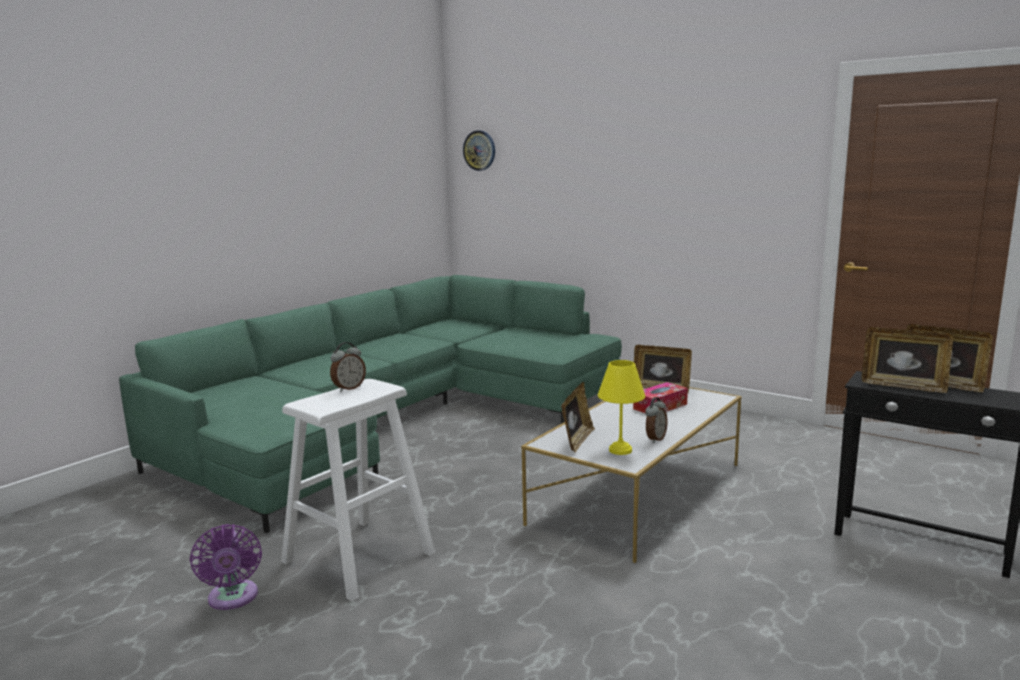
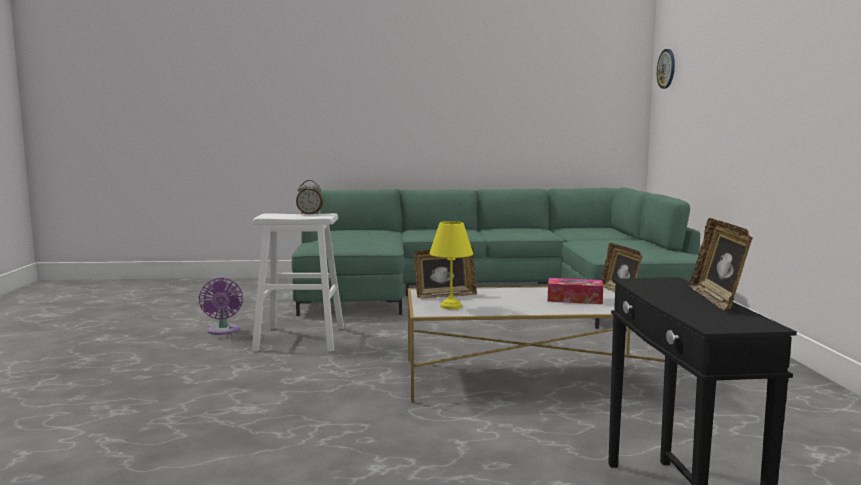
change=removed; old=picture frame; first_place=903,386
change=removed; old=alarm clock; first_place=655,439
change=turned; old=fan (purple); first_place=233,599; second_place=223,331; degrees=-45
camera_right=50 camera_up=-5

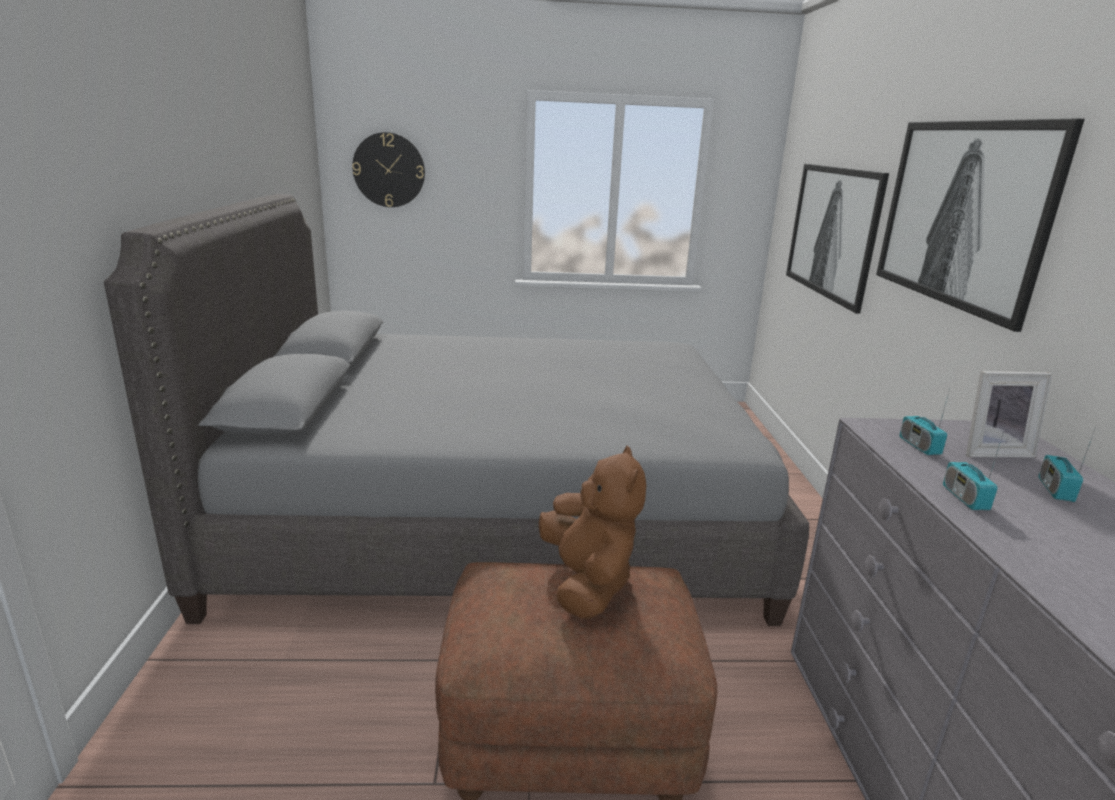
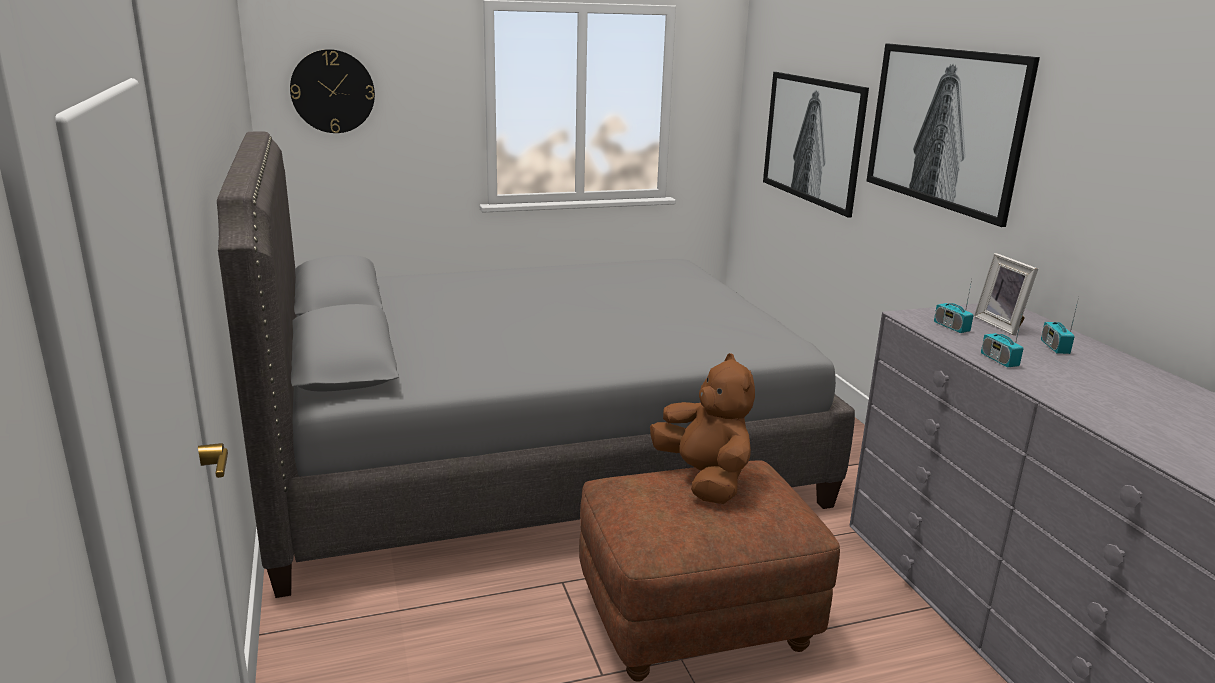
change=turned; old=picture frame; first_place=991,451; second_place=1002,325; degrees=90
camera_right=-15 camera_up=0

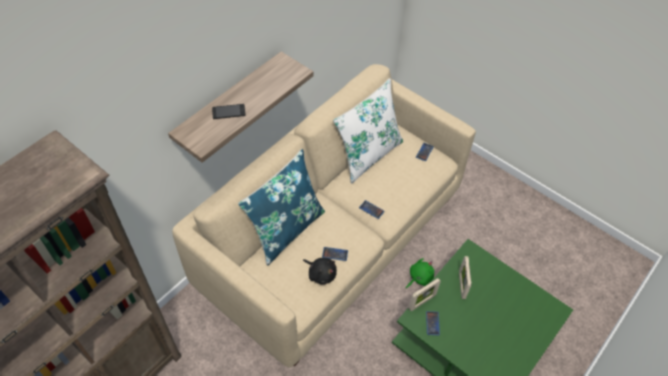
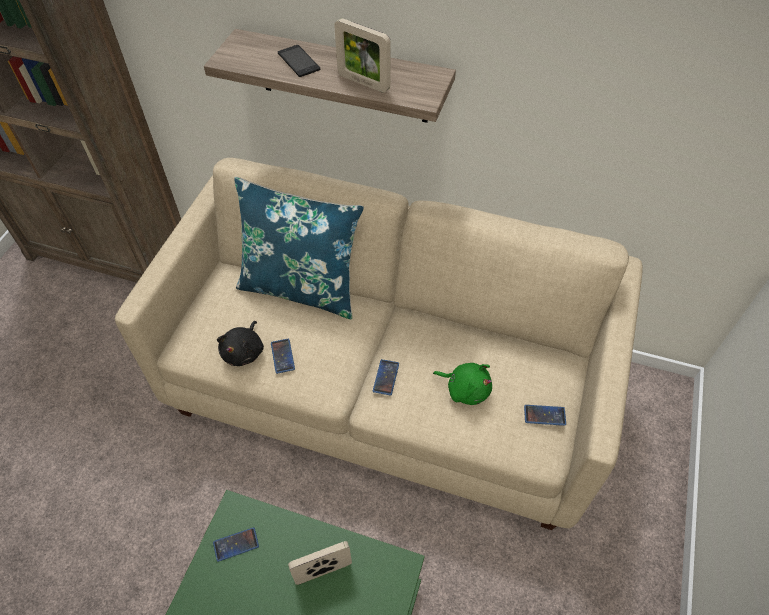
change=removed; old=pillow (white); first_place=368,154
change=moved; old=plush toy (green); first_place=419,278; second_place=465,389
change=moved; old=picture frame; first_place=422,302; second_place=363,82
camera_right=70 camera_up=0

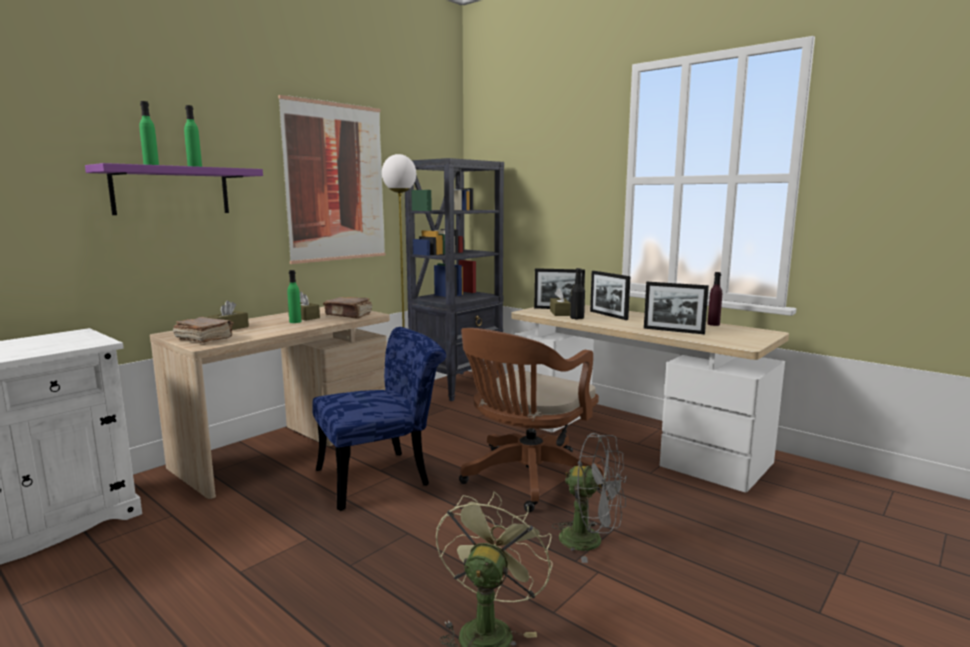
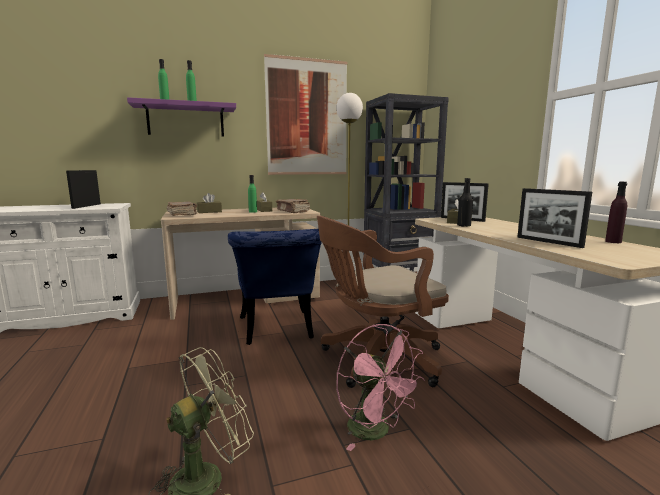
change=moved; old=picture frame; first_place=608,315; second_place=86,206
change=turned; old=chair (blue); first_place=383,477; second_place=277,331; degrees=75
change=recoloured; old=fan (grey); new=fan (pink); first_place=590,541; second_place=376,432
camera_right=30 camera_up=0

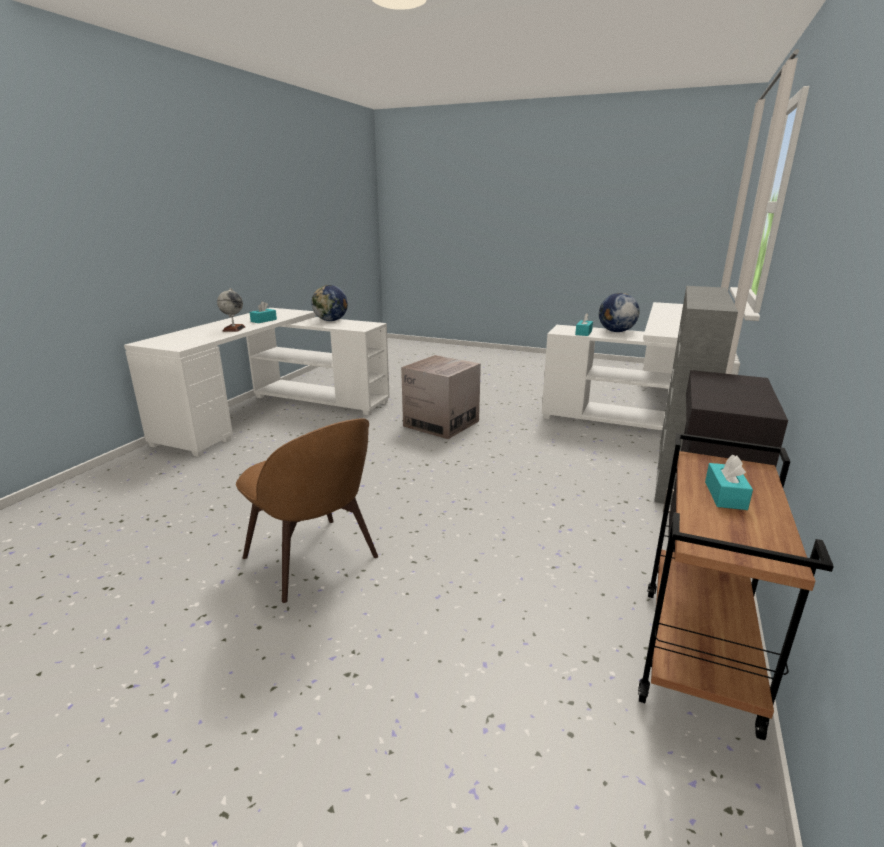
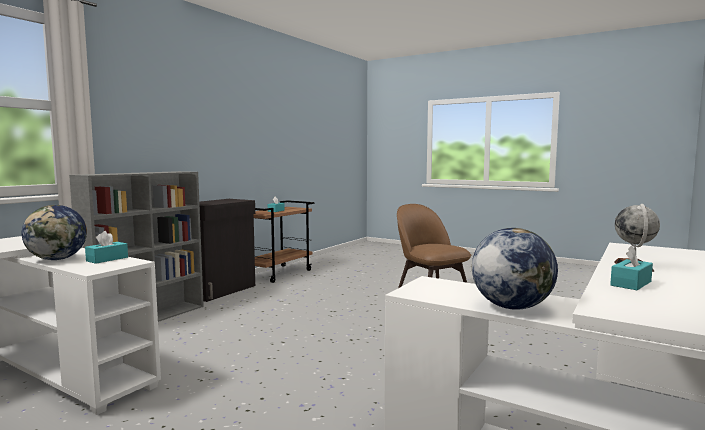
change=removed; old=cardboard box; first_place=441,423
camera_right=-170 camera_up=-15

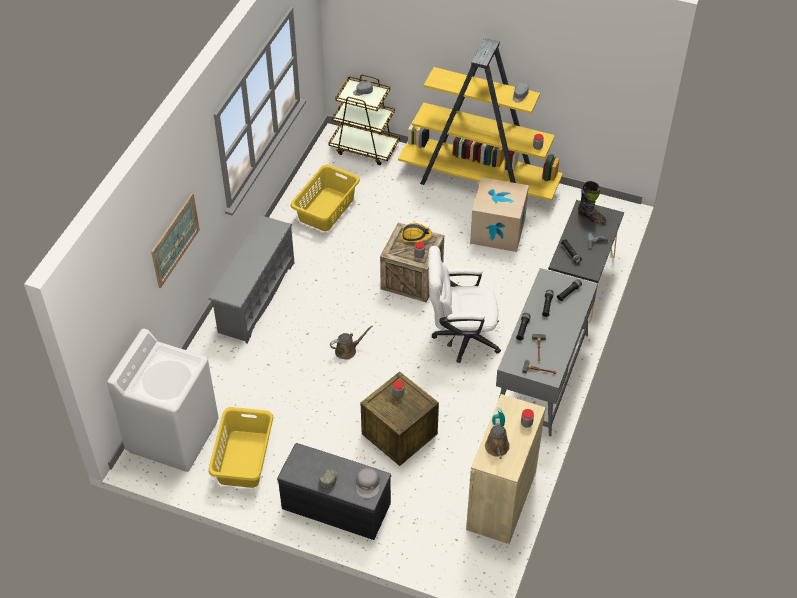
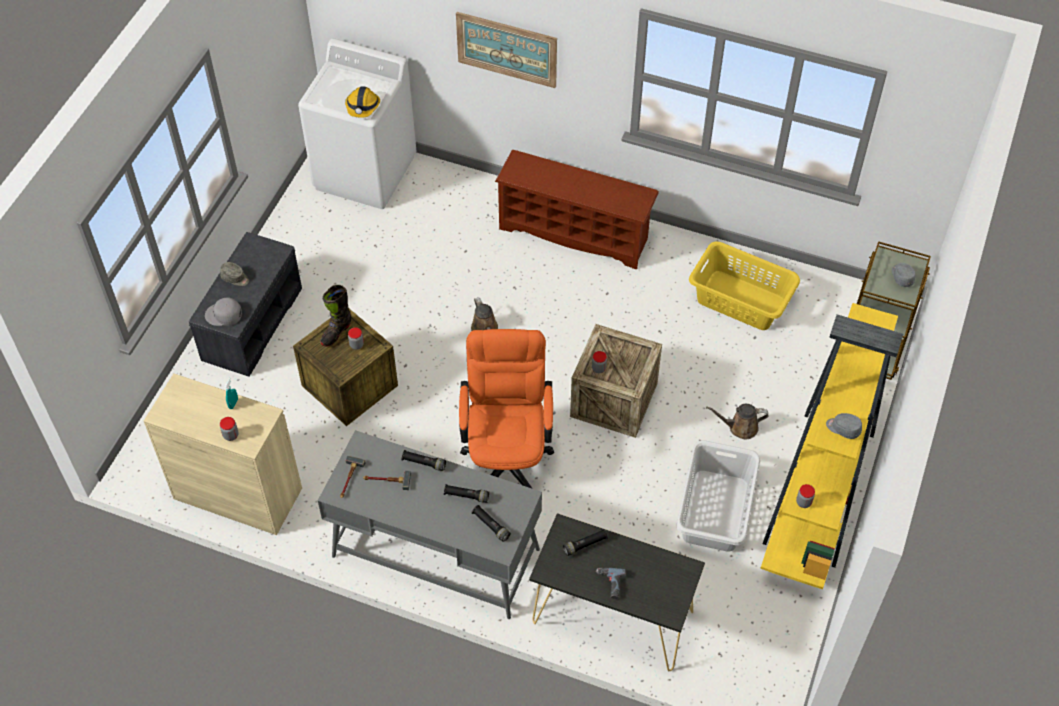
change=replaced; old=cardboard box; new=laundry basket (grey); first_place=497,231; second_place=716,510
change=moved; old=boot (black); first_place=591,217; second_place=336,332
change=recoloured; old=shoe rack (grey); new=shoe rack (brown); first_place=255,297; second_place=575,233
change=moved; old=hard hat; first_place=415,236; second_place=363,107
change=recoloured; old=office chair (white); new=office chair (orange); first_place=460,337; second_place=507,456
change=removed; old=laundry basket (yellow); first_place=243,459
change=moved; old=watering can (brown); first_place=497,448; second_place=740,427
camera_right=90 camera_up=5

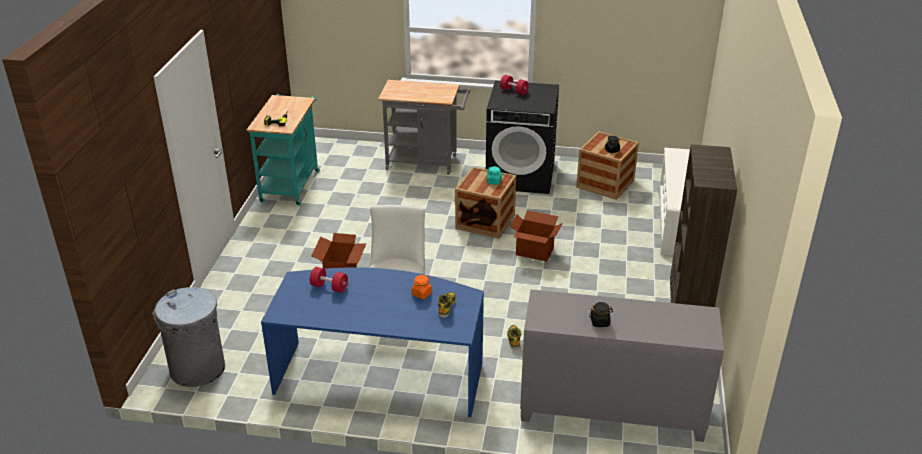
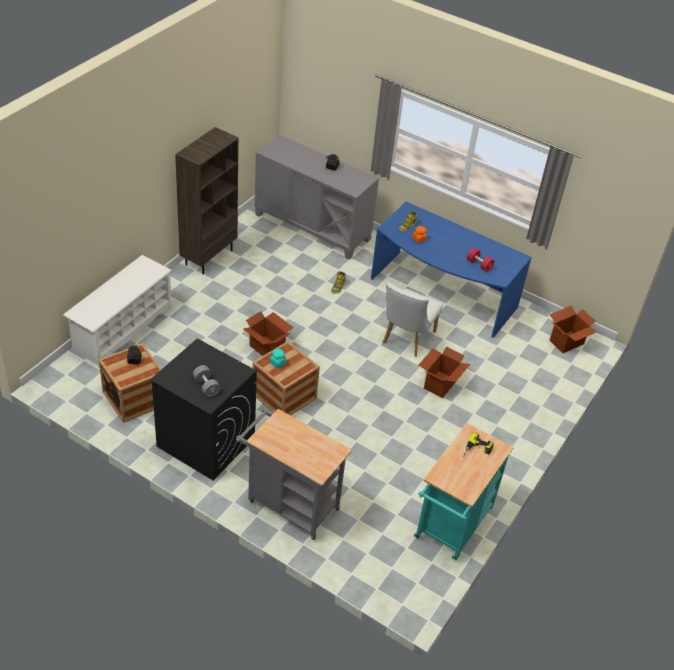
change=recoloured; old=dumbbell (red); new=dumbbell (grey); first_place=514,91; second_place=206,386
change=replaced; old=trash can (grey); new=cardboard box; first_place=197,369; second_place=567,342
camera_right=-160 camera_up=10

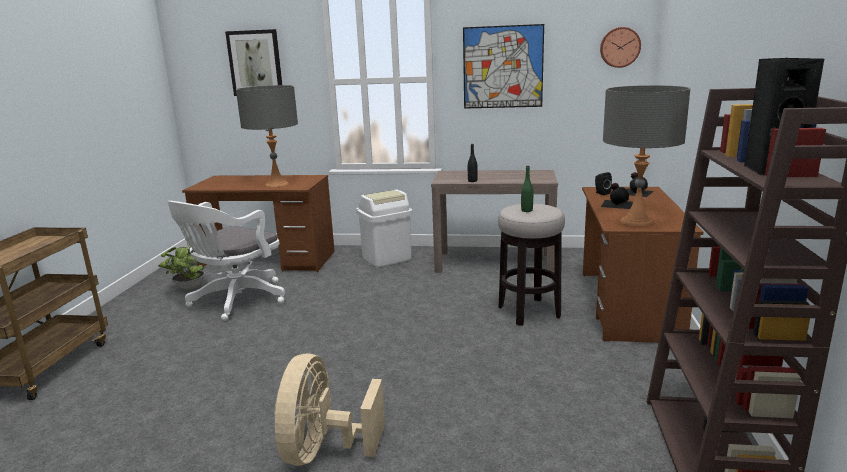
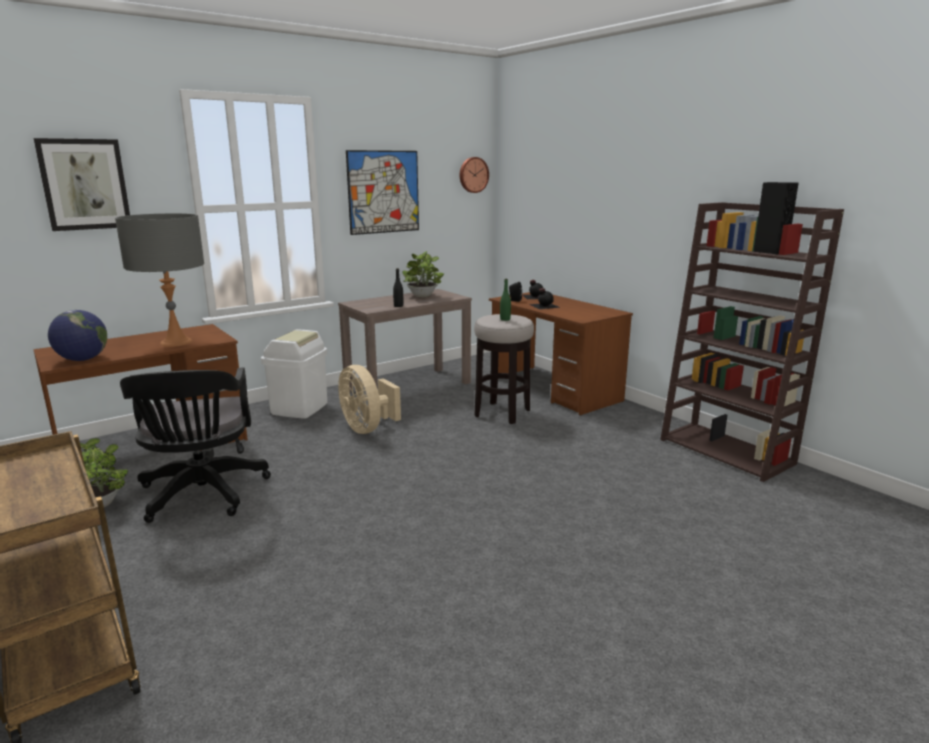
change=removed; old=table lamp (grey); first_place=636,221
change=recoloured; old=office chair (white); new=office chair (black); first_place=235,301; second_place=202,496
change=moved; old=fan (beige); first_place=324,451; second_place=367,428
change=added; new=potted plant; second_place=423,296
change=added; new=globe; second_place=83,359
camera_right=-45 camera_up=0

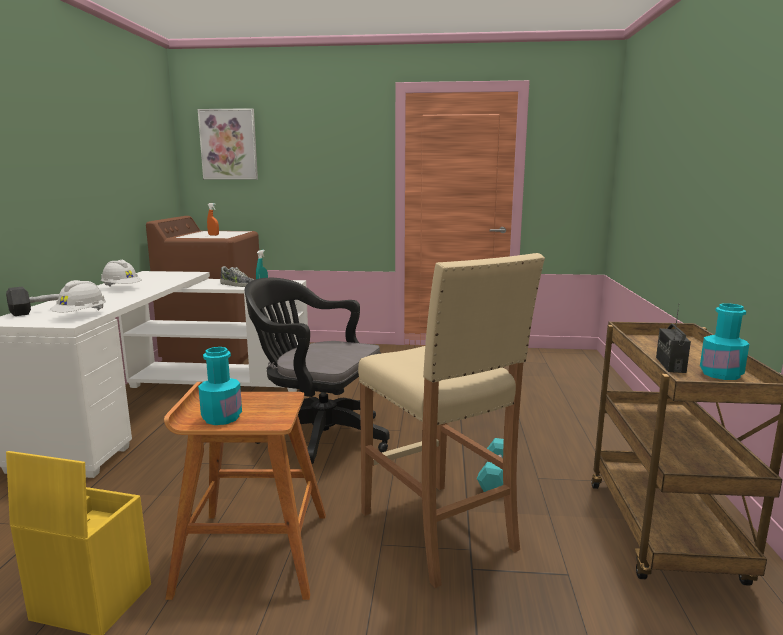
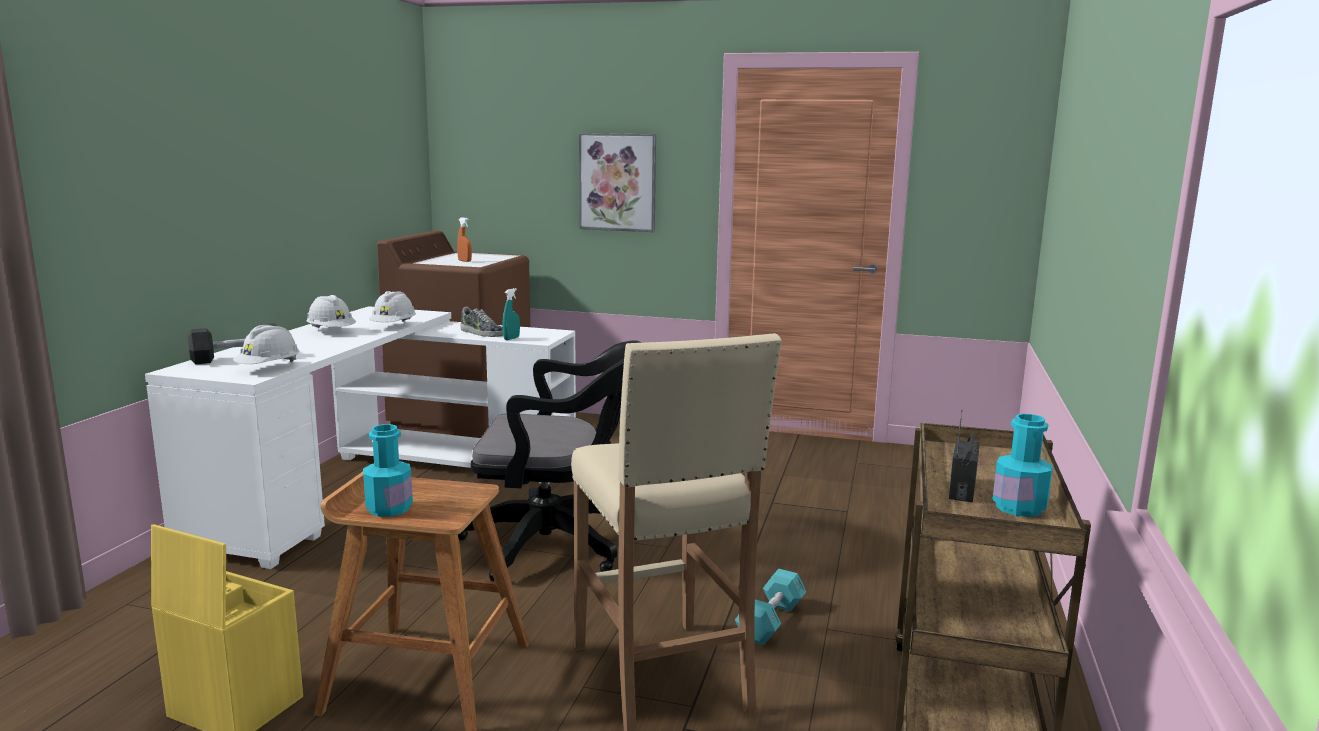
change=moved; old=picture; first_place=228,144; second_place=618,182
change=turned; old=office chair (black); first_place=318,437; second_place=556,545; degrees=150
change=added; new=hard hat (white); second_place=393,326
camera_right=10 camera_up=0

